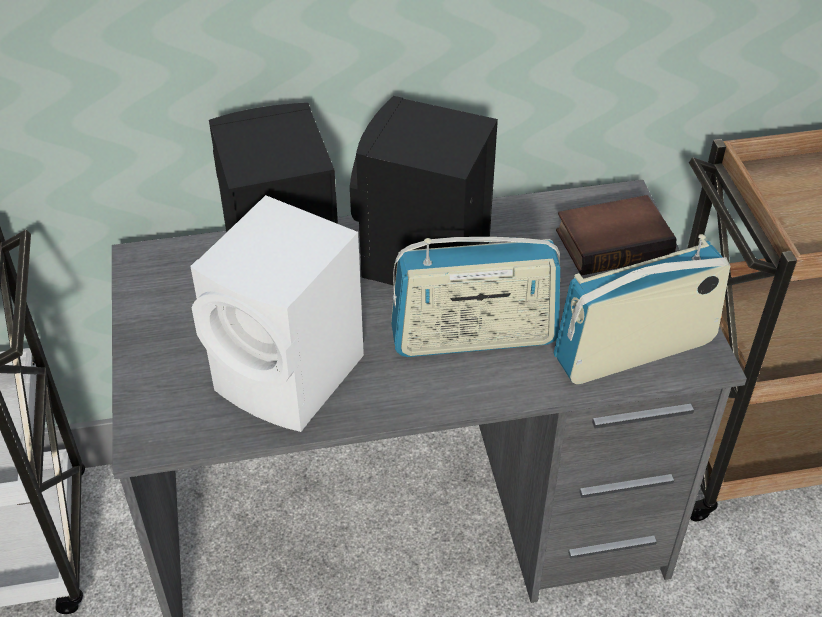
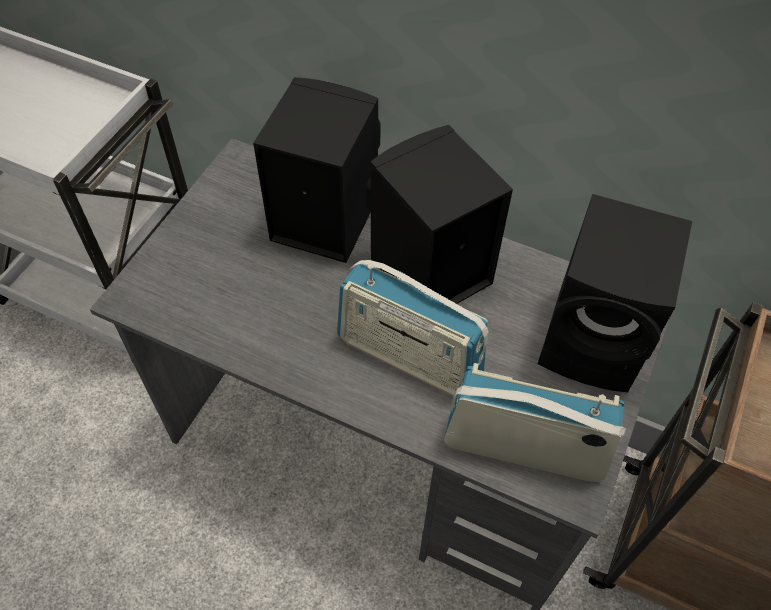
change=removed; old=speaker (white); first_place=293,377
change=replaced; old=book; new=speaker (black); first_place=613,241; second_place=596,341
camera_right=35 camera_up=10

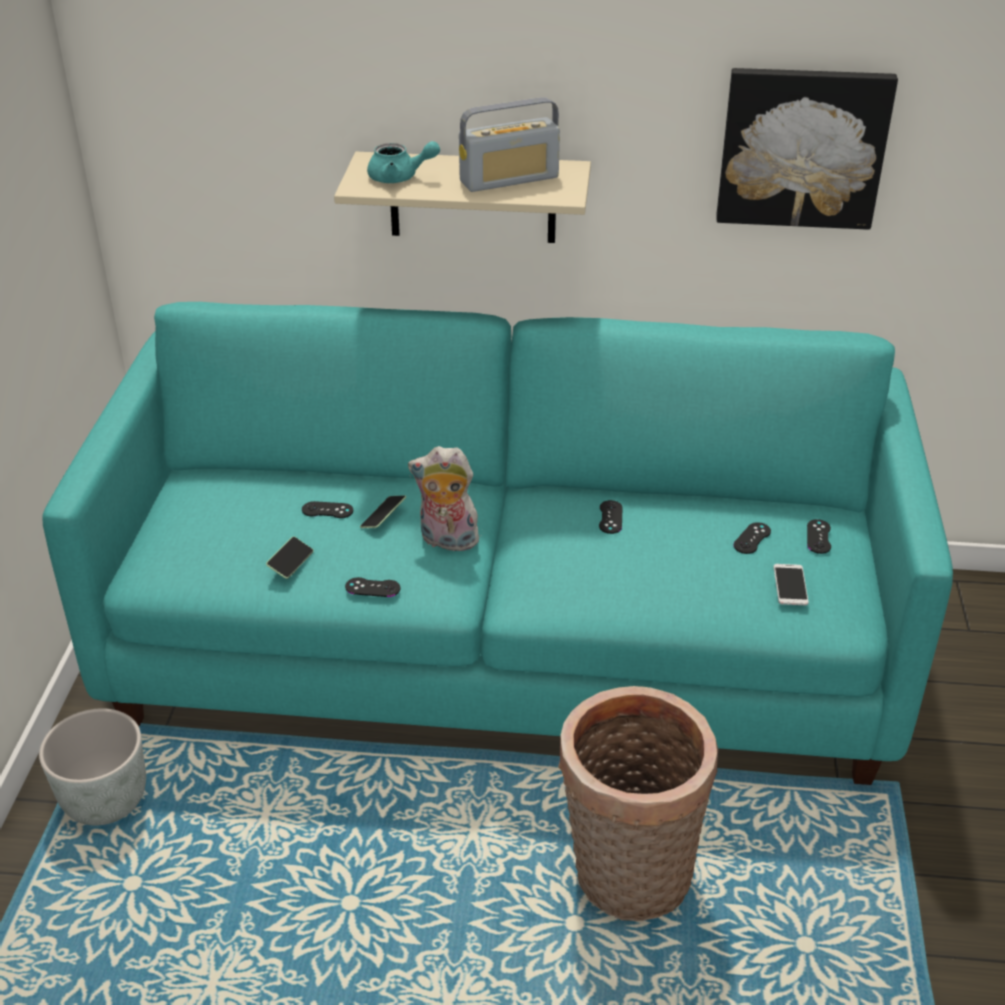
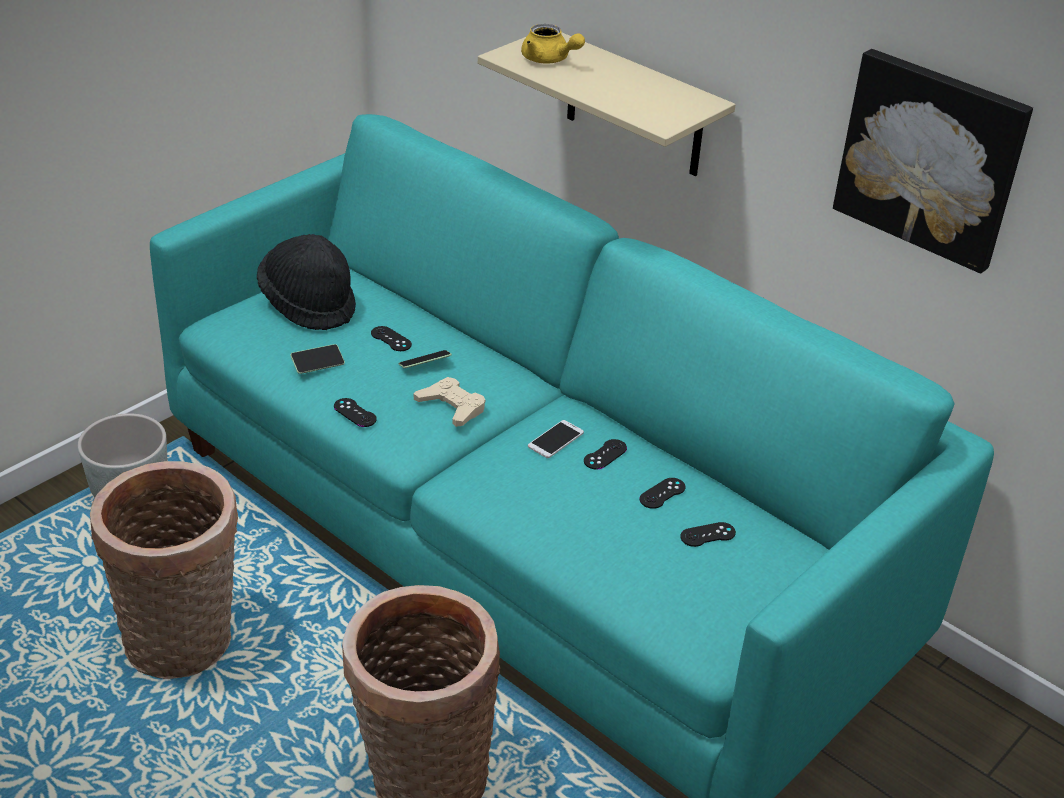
change=removed; old=radio; first_place=509,179
change=recoloured; old=teapot (turquoise); new=teapot (yellow); first_place=399,178; second_place=549,60
change=replaced; old=plush toy; new=game controller (beige); first_place=446,541; second_place=451,407
change=moved; old=game controller (black); first_place=818,537; second_place=662,493
change=moved; old=phone; first_place=790,585; second_place=555,440
change=added; new=hat (black); second_place=309,304
change=added; new=basket; second_place=184,644
camera_right=35 camera_up=0

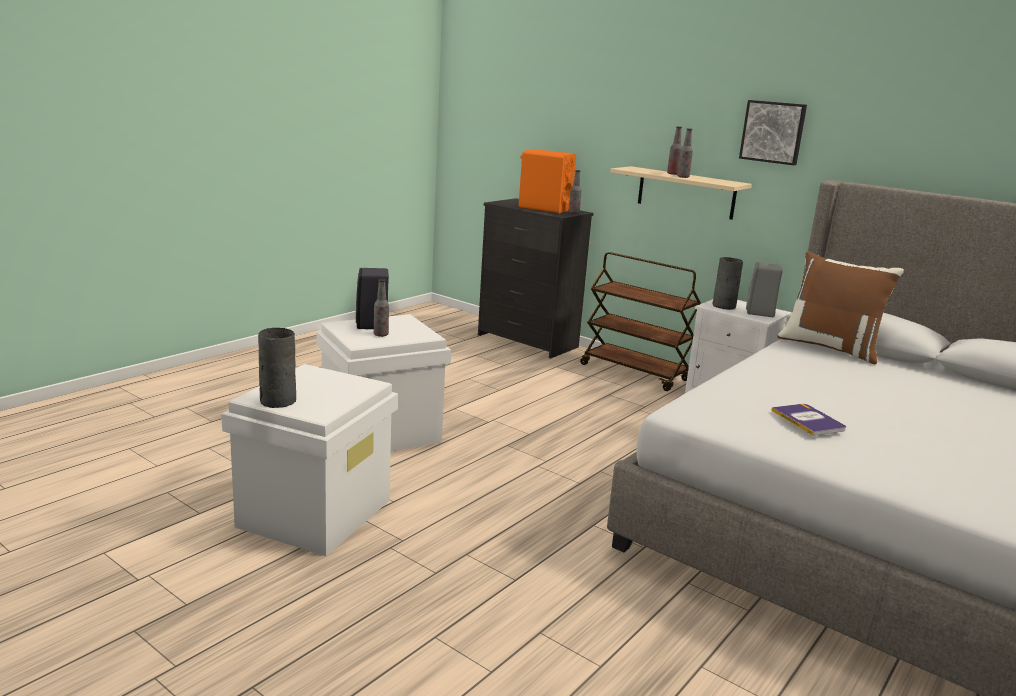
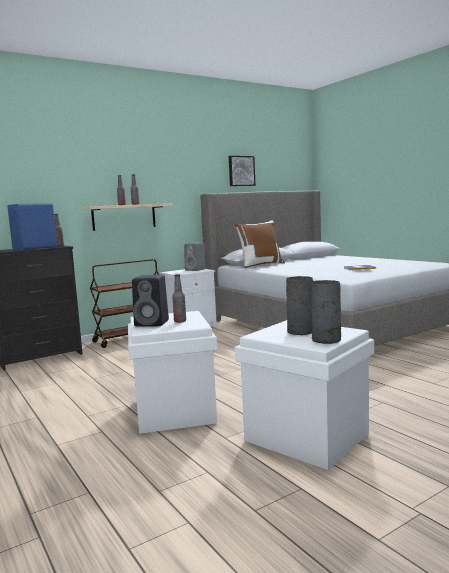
change=moved; old=picture; first_place=773,132; second_place=241,171
change=recoloured; old=speaker (orange); new=speaker (blue); first_place=544,208; second_place=34,248
change=moved; old=vase (grey); first_place=724,306; second_place=301,331
camera_right=-70 camera_up=-10

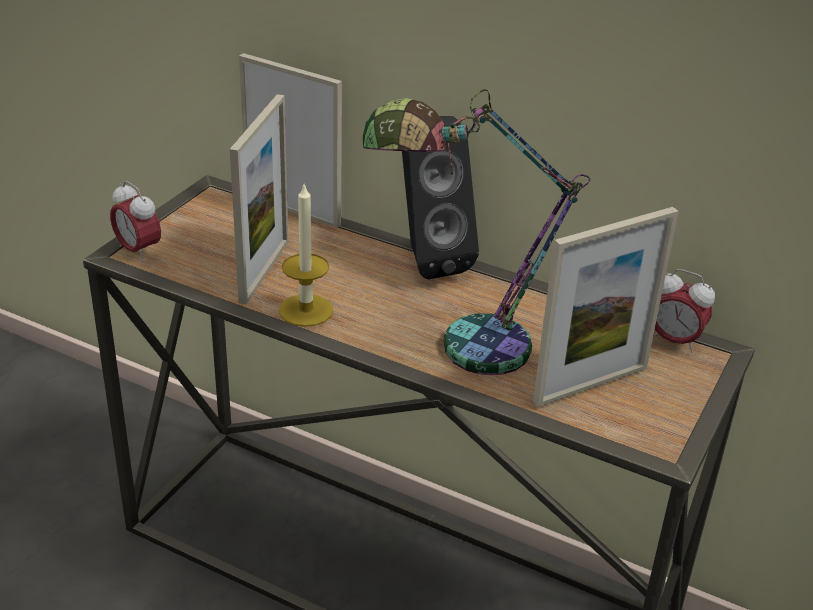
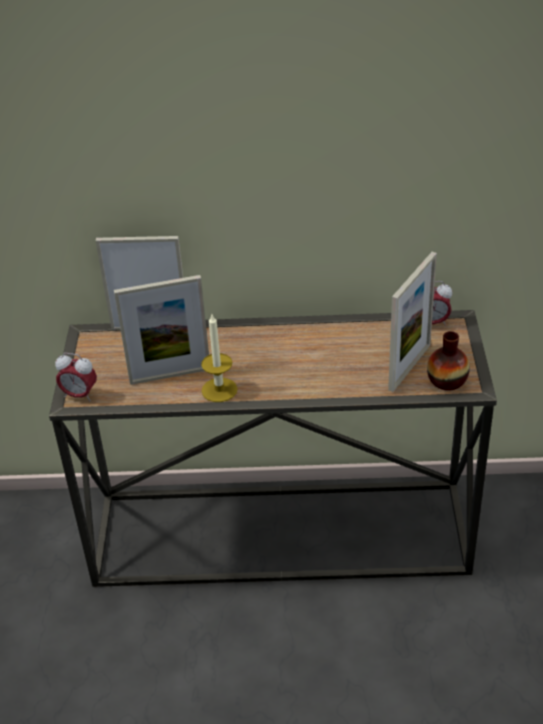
change=removed; old=table lamp; first_place=459,346
change=turned; old=picture frame; first_place=264,271; second_place=170,375; degrees=90
change=removed; old=speaker (black); first_place=427,259
change=added; new=vase; second_place=447,381
camera_right=-25 camera_up=5

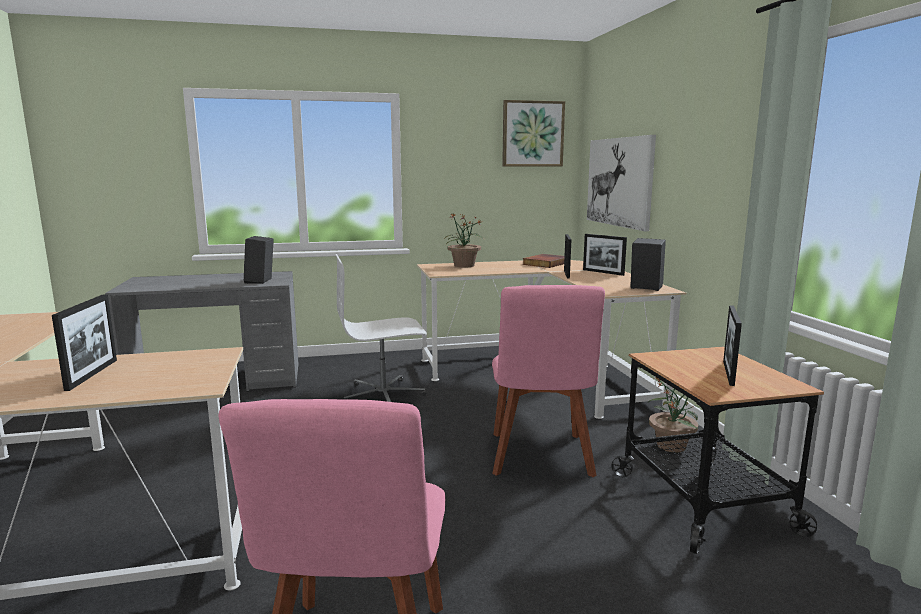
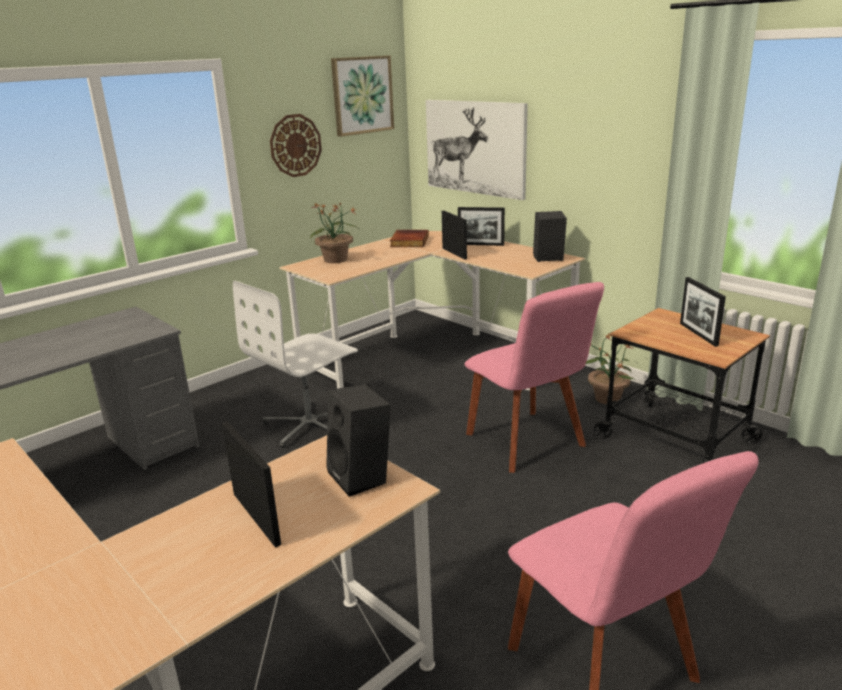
change=moved; old=speaker (black); first_place=261,281; second_place=363,477
change=added; new=wall clock; second_place=295,145
camera_right=-30 camera_up=10

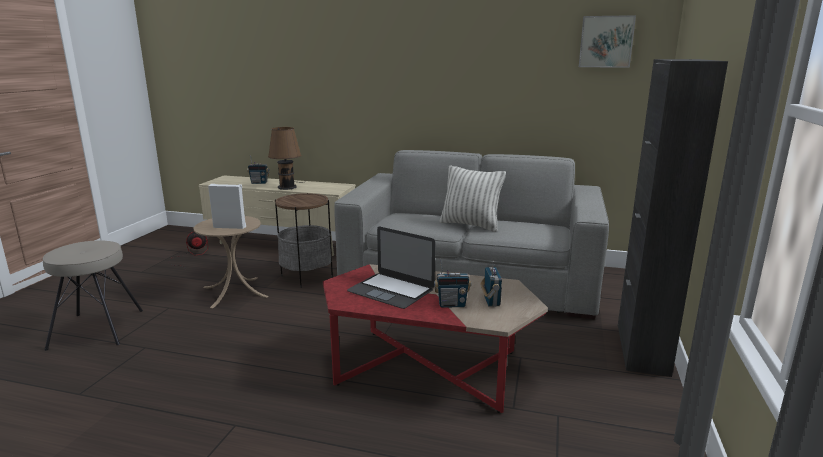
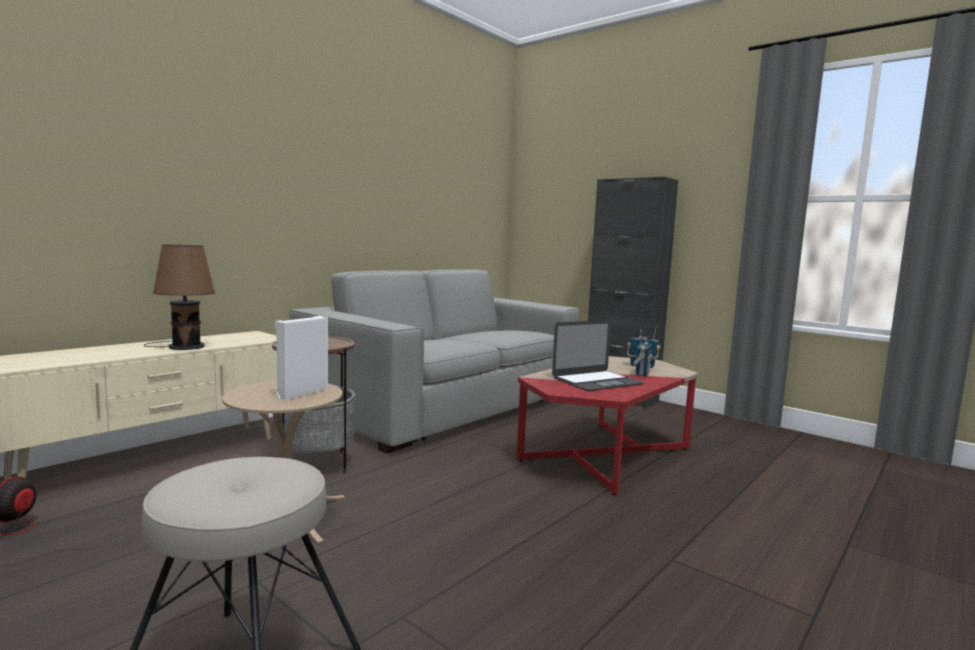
change=removed; old=picture; first_place=606,42
change=removed; old=radio; first_place=259,183
change=removed; old=pillow; first_place=470,225
camera_right=-65 camera_up=-10

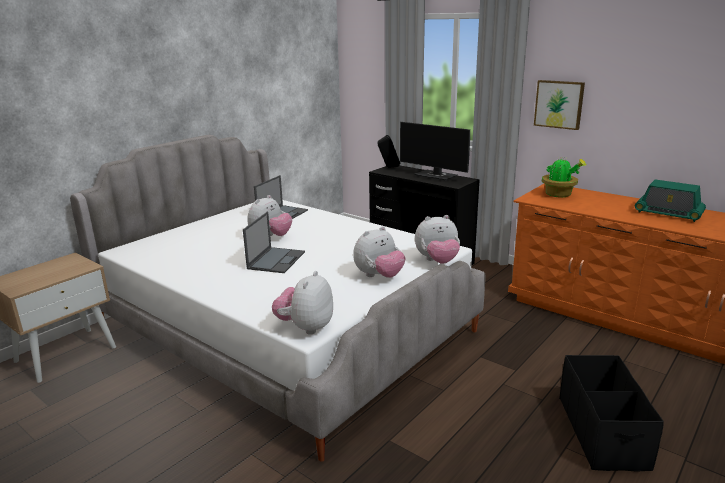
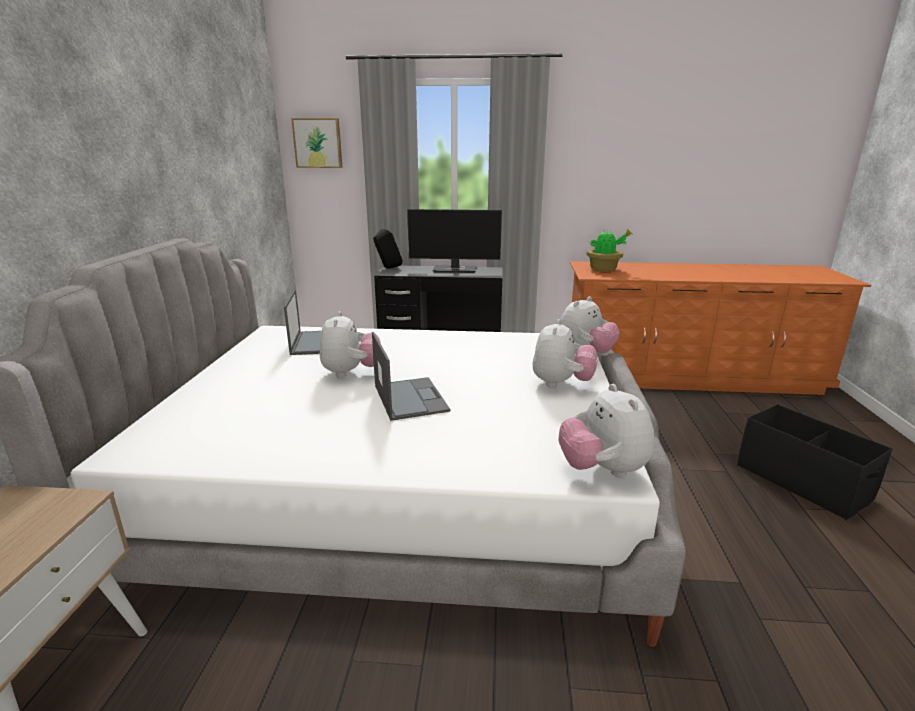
change=moved; old=picture; first_place=559,104; second_place=318,143
change=removed; old=radio; first_place=668,213
camera_right=-35 camera_up=0

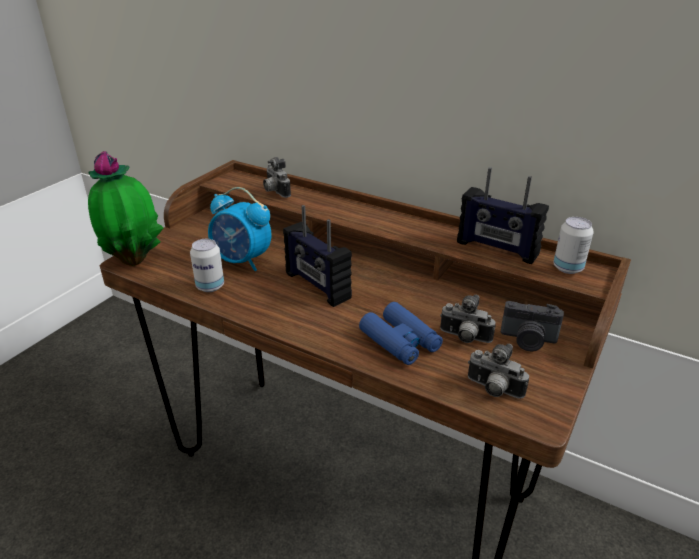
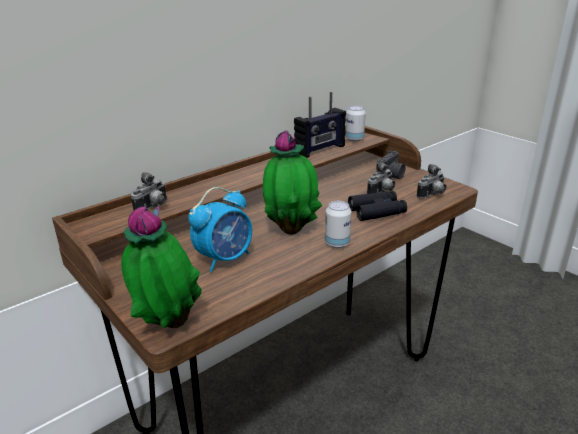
change=turned; old=photo camera; first_place=275,192; second_place=153,207; degrees=-45
change=replaced; old=radio; new=potted plant; first_place=316,286; second_place=291,230
change=moved; old=can; first_place=210,286; second_place=337,243
change=recoloured; old=binoculars (blue); new=binoculars (black); first_place=400,341; second_place=377,211
camera_right=-70 camera_up=-5

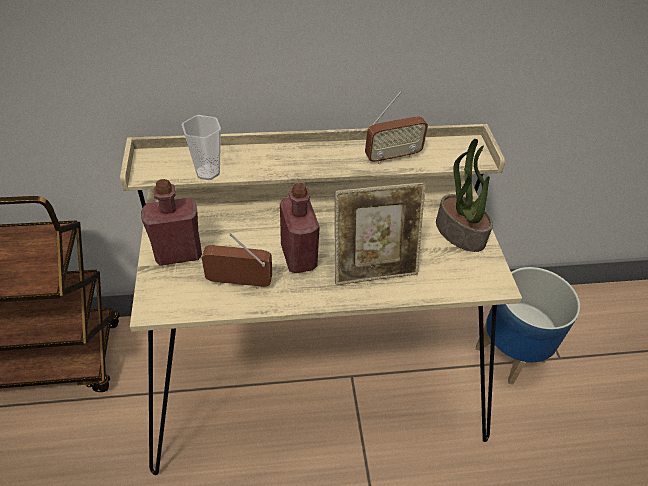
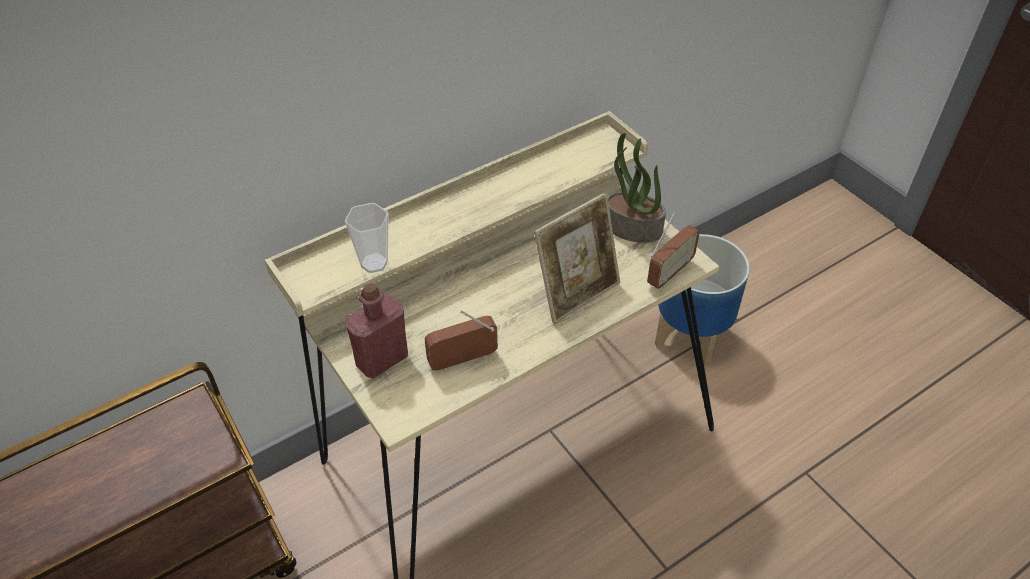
change=moved; old=radio; first_place=392,156; second_place=669,273
change=removed; old=bottle (red); first_place=298,257
camera_right=-25 camera_up=0

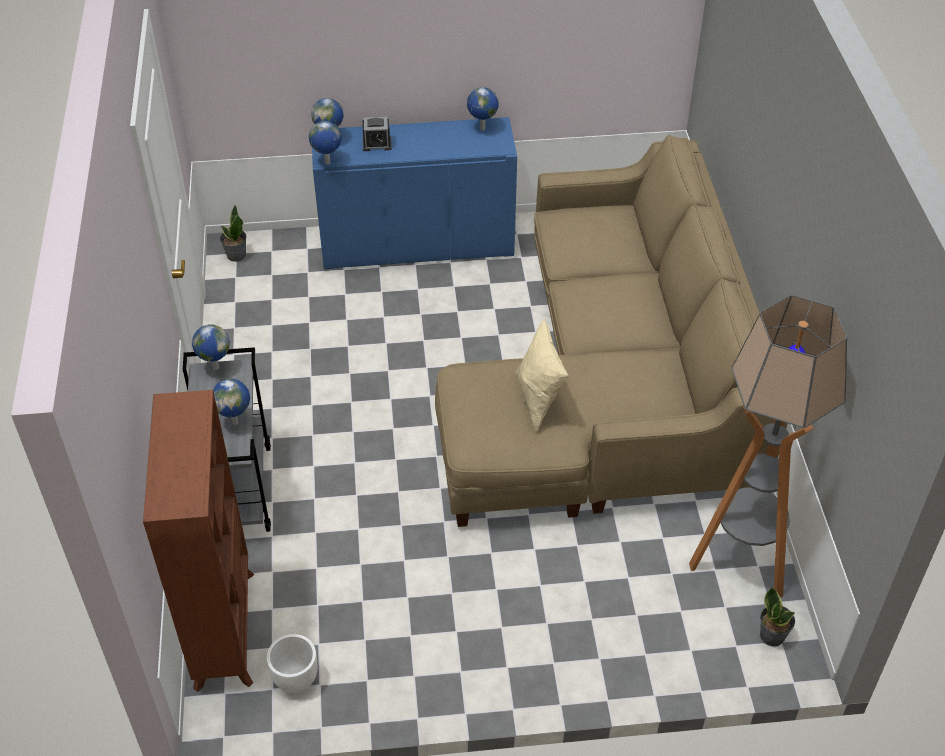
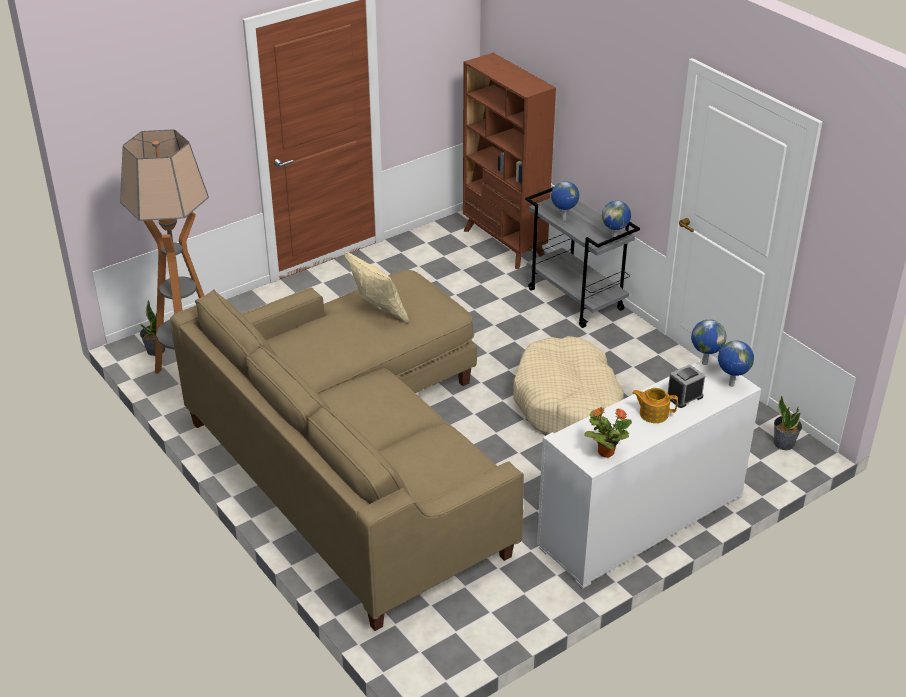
change=replaced; old=globe; new=potted plant; first_place=482,128; second_place=605,452
change=recoloured; old=cabinet (blue); new=cabinet (white); first_place=417,244; second_place=641,521
change=removed; old=planter (white); first_place=295,679
change=added; new=dog bed (beige); second_place=568,404
change=added; new=teapot; second_place=653,413
camera_right=150 camera_up=-10

